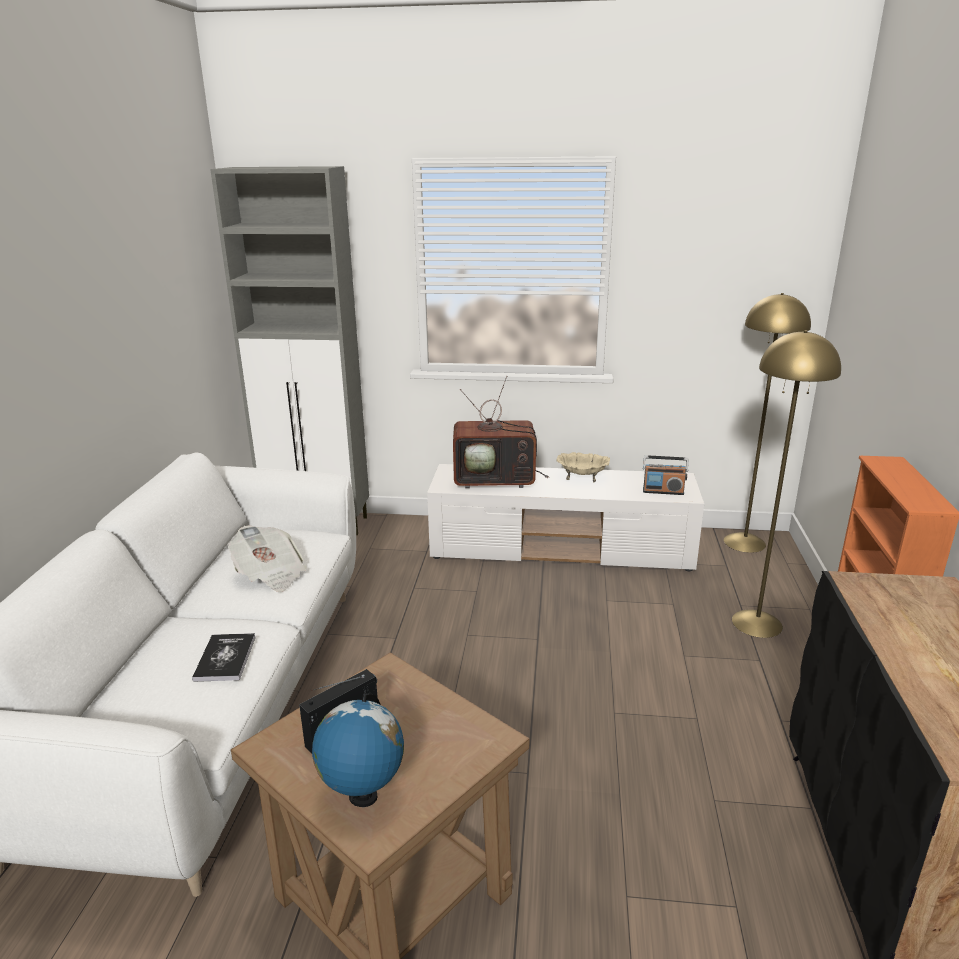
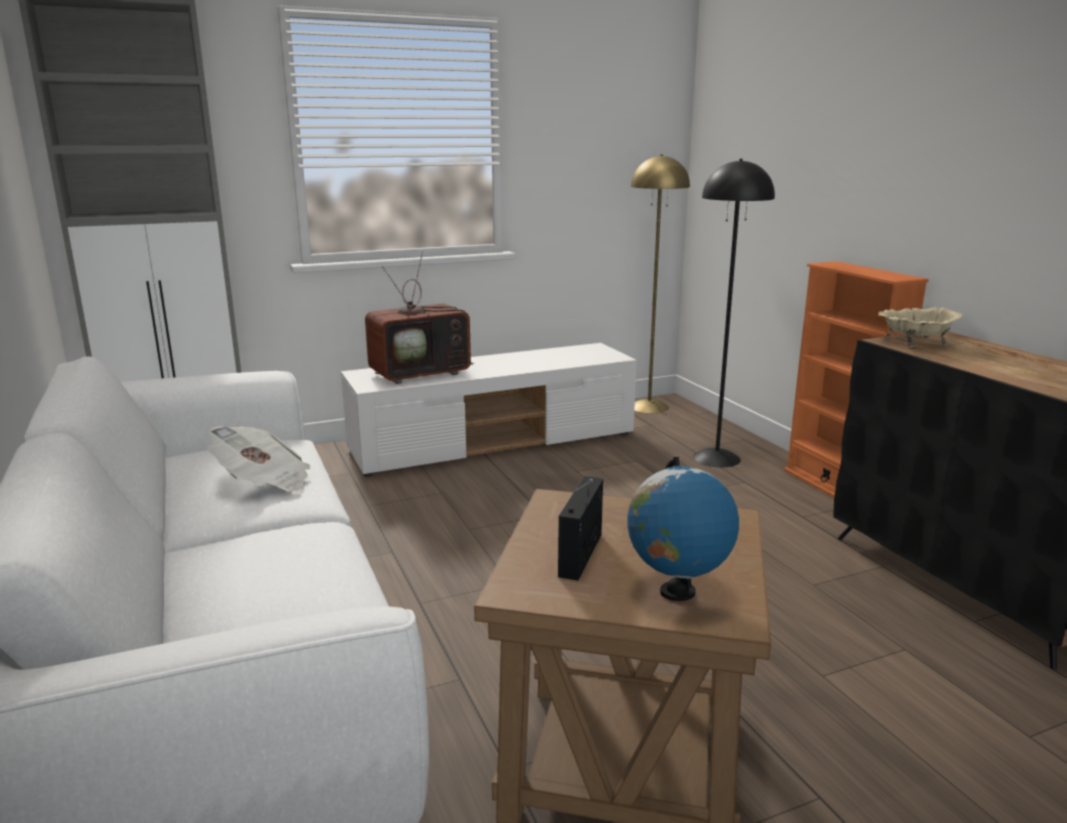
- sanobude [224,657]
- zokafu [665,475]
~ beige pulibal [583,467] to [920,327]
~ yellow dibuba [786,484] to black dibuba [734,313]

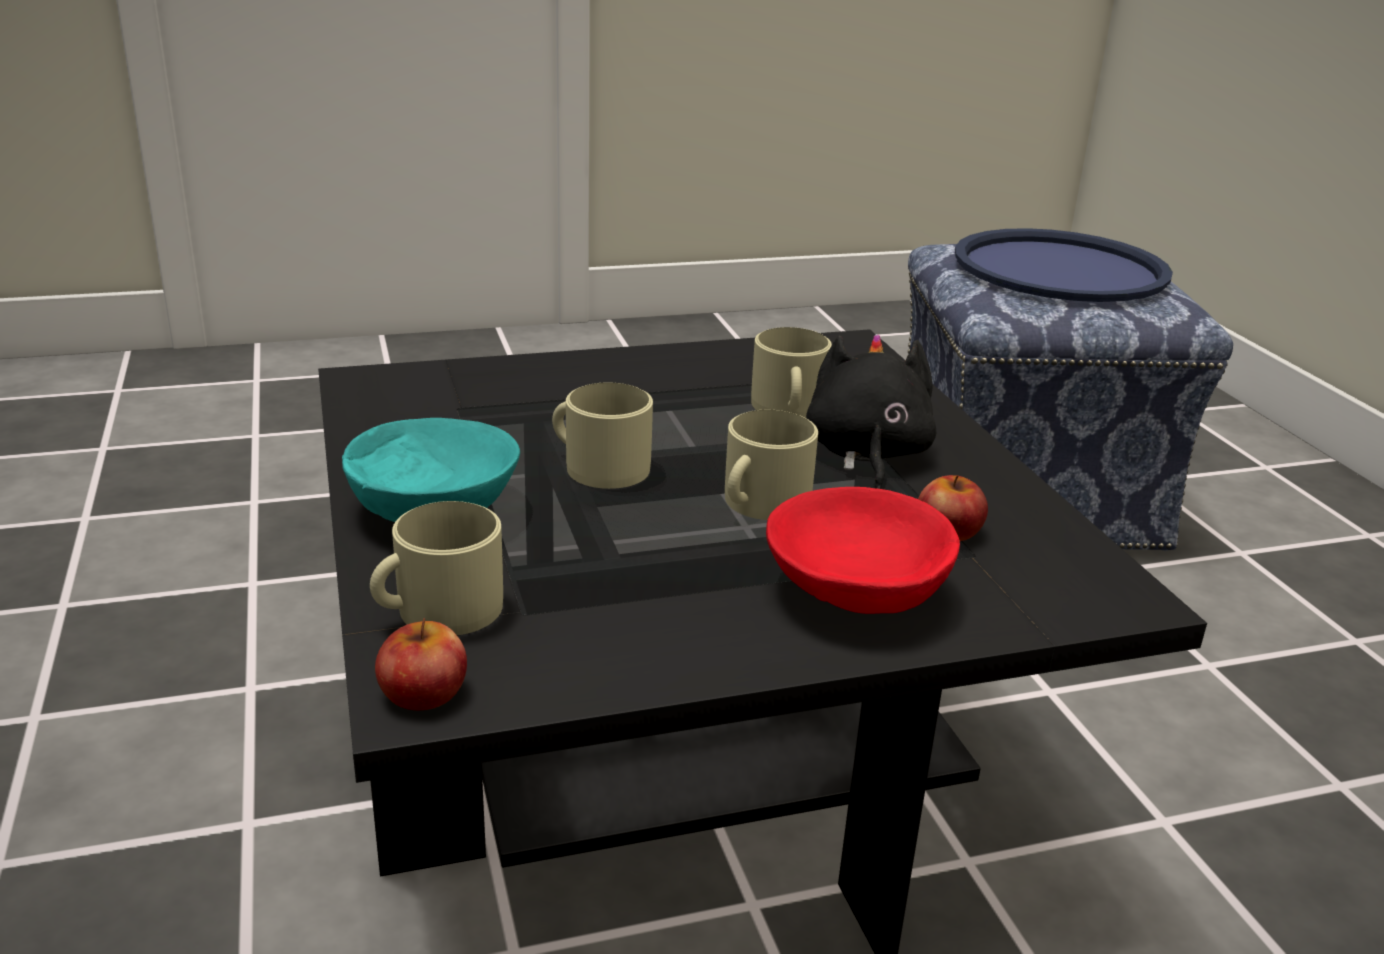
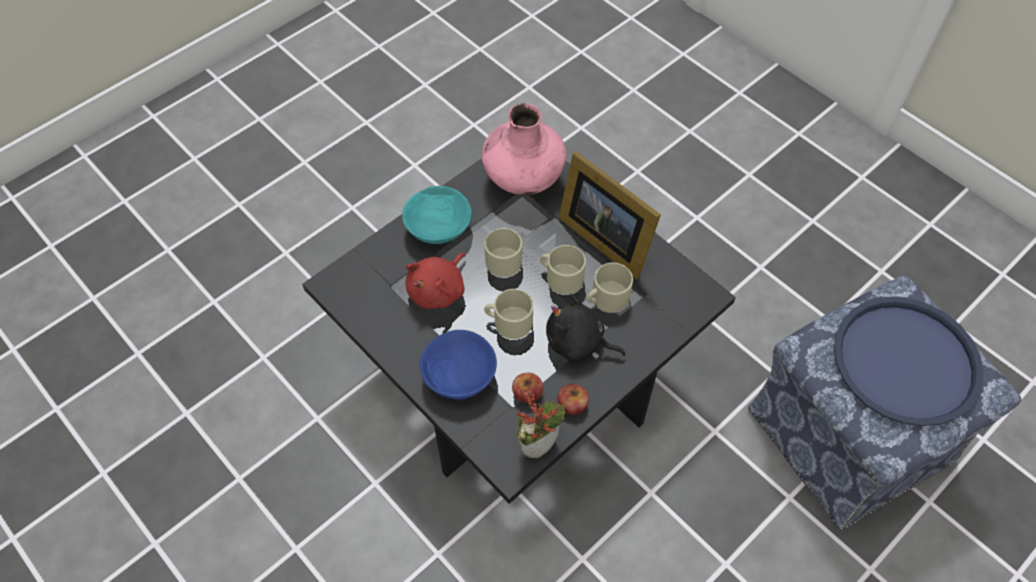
+ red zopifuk [435,281]
+ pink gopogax [524,149]
+ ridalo [541,423]
+ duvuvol [609,215]
~ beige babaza [436,568] to [563,269]
~ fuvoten [421,664] to [573,399]
~ red pulibal [863,550] to blue pulibal [458,365]
~ black zopifuk [871,411] = [586,328] 135 degrees counterclockwise

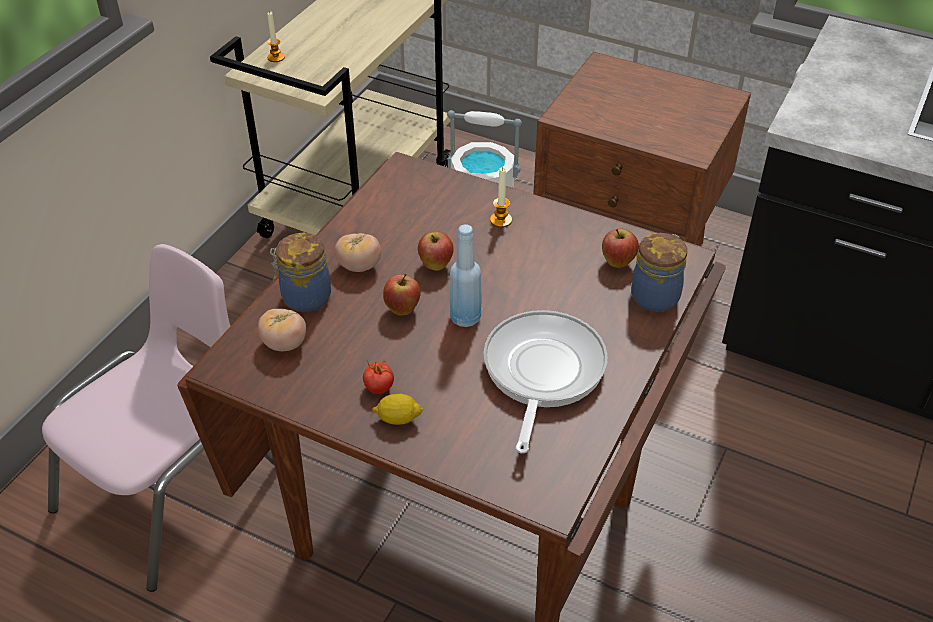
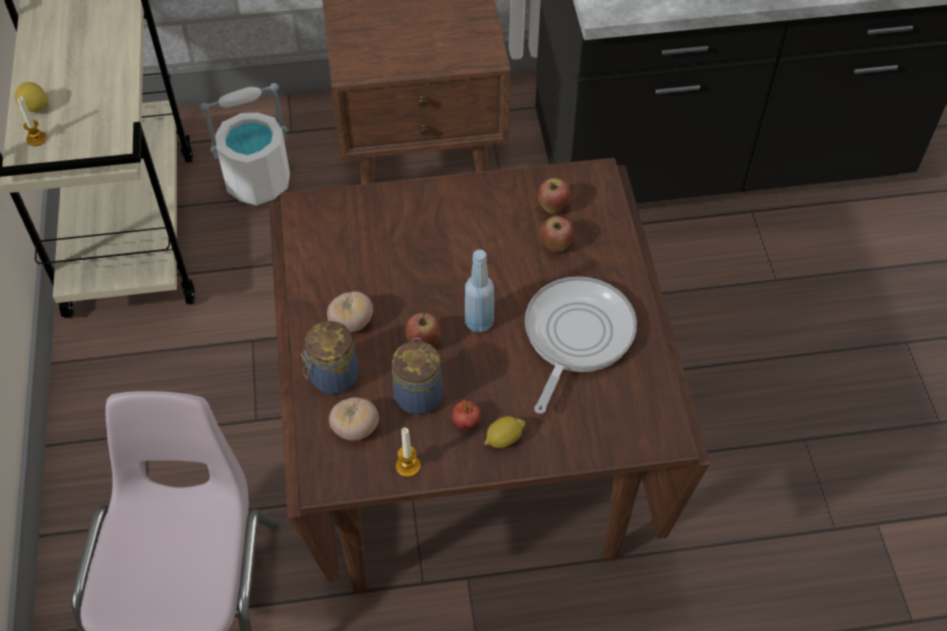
+ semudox [31,97]
~ fuvoten [436,251] to [556,234]
~ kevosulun [501,197] to [408,452]
~ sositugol [659,272] to [417,376]
~ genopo [545,382] = [581,345] 45 degrees clockwise

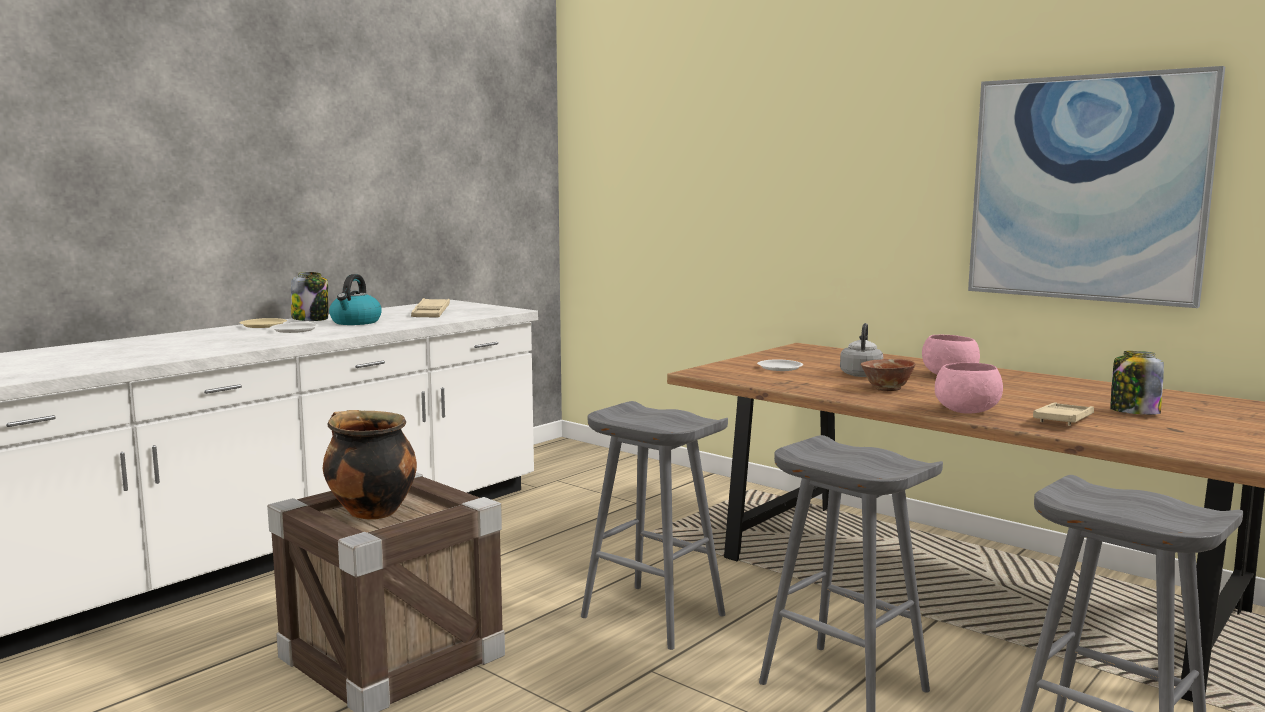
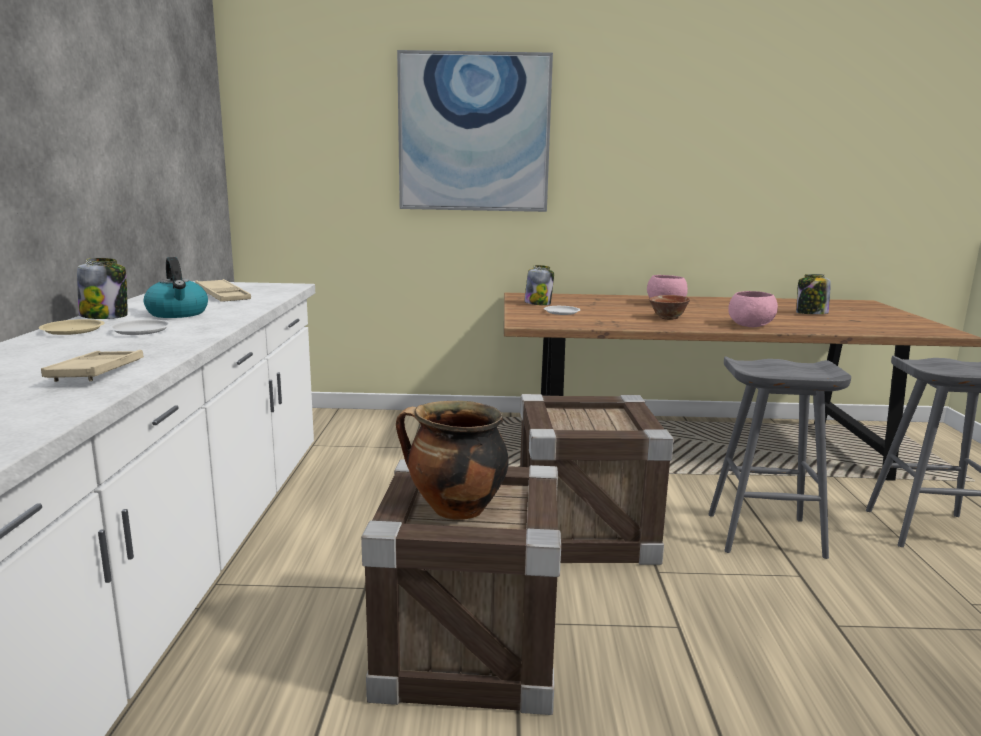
- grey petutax [861,350]
+ sositugol [539,285]
~ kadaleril [1096,187] to [475,131]
~ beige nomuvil [1063,414] to [92,366]
~ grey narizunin [654,525] to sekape [597,479]

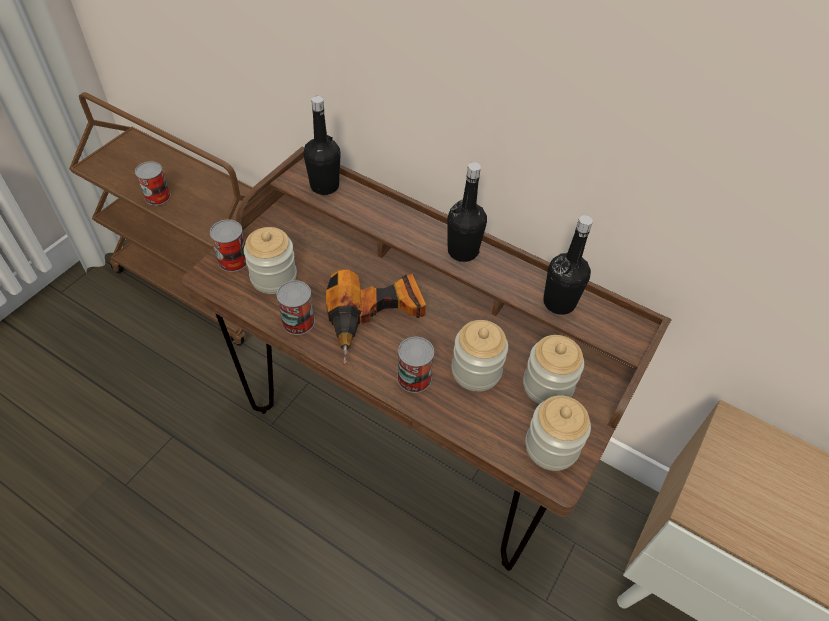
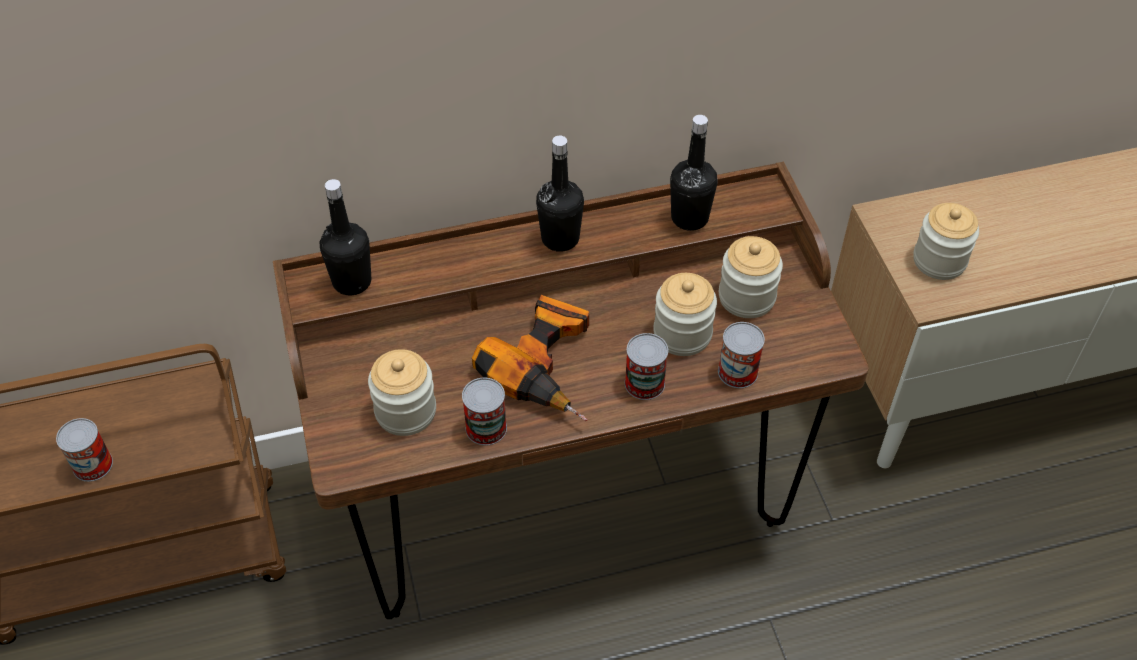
~ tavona [228,246] to [741,355]
~ sositugol [558,433] to [946,241]

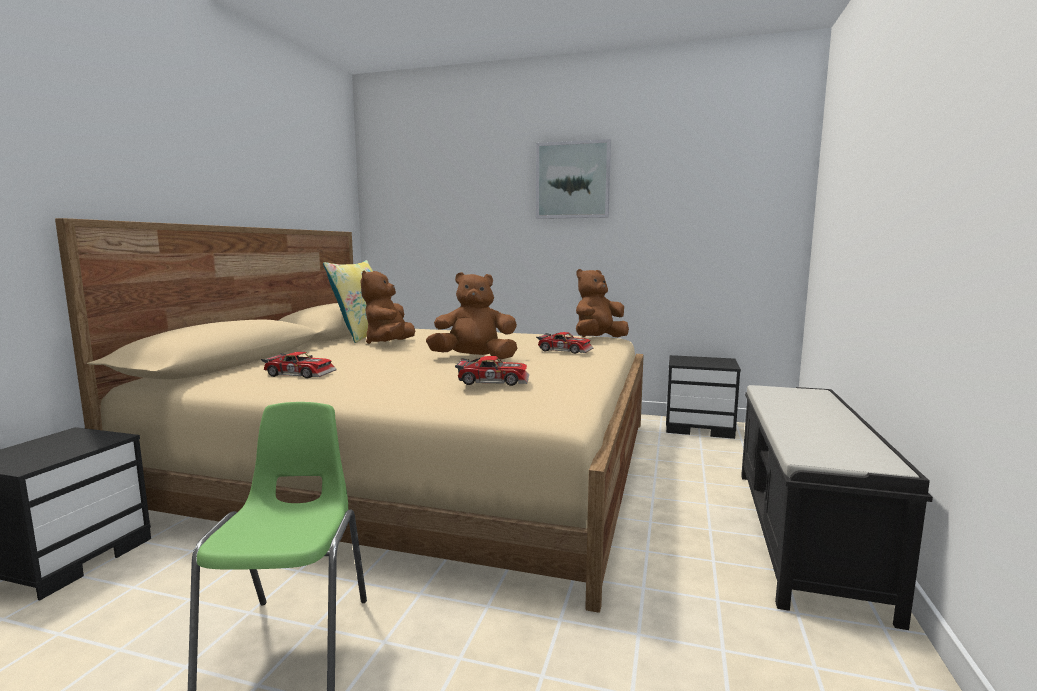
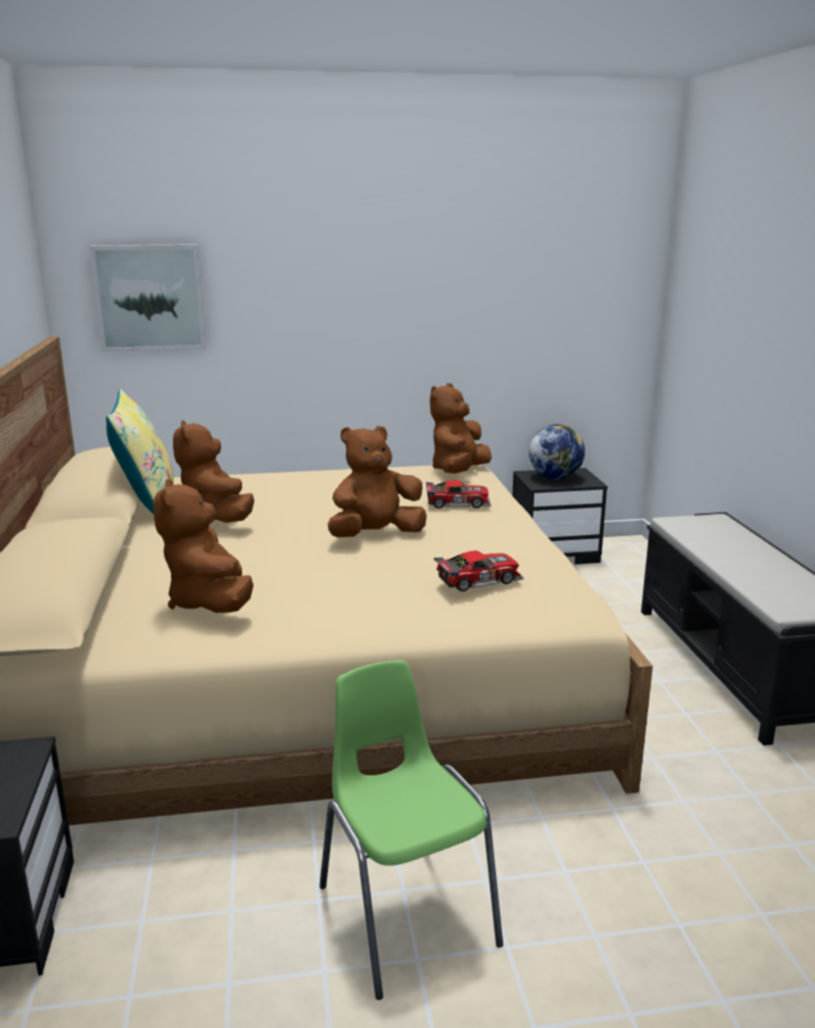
+ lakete [557,451]
~ kadaleril [573,179] to [147,298]
~ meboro [299,365] to brown zopifuk [203,546]

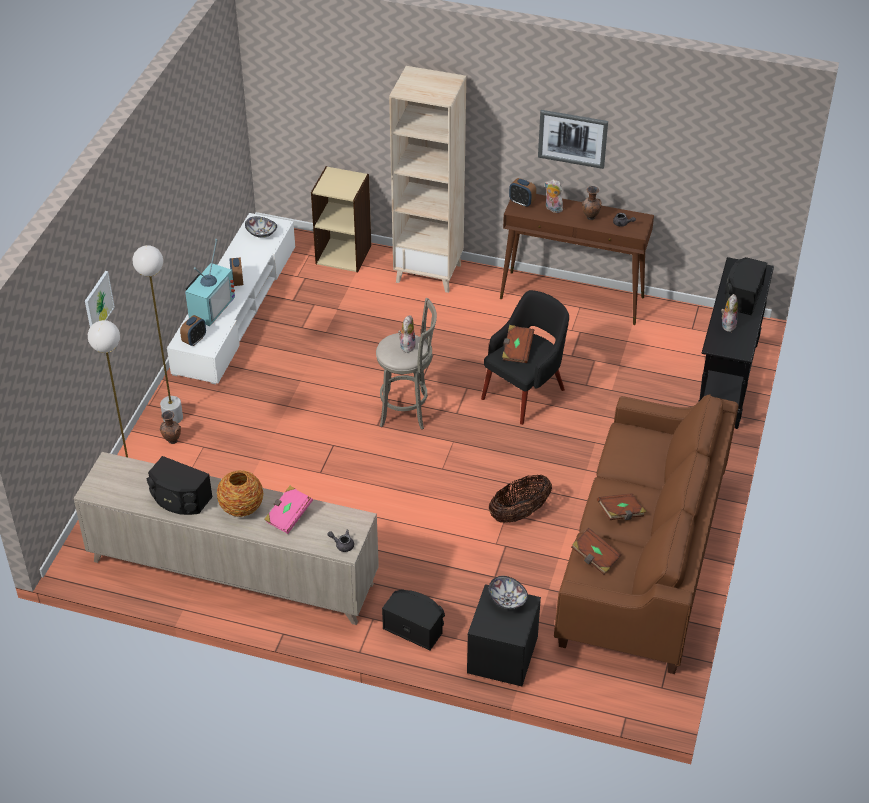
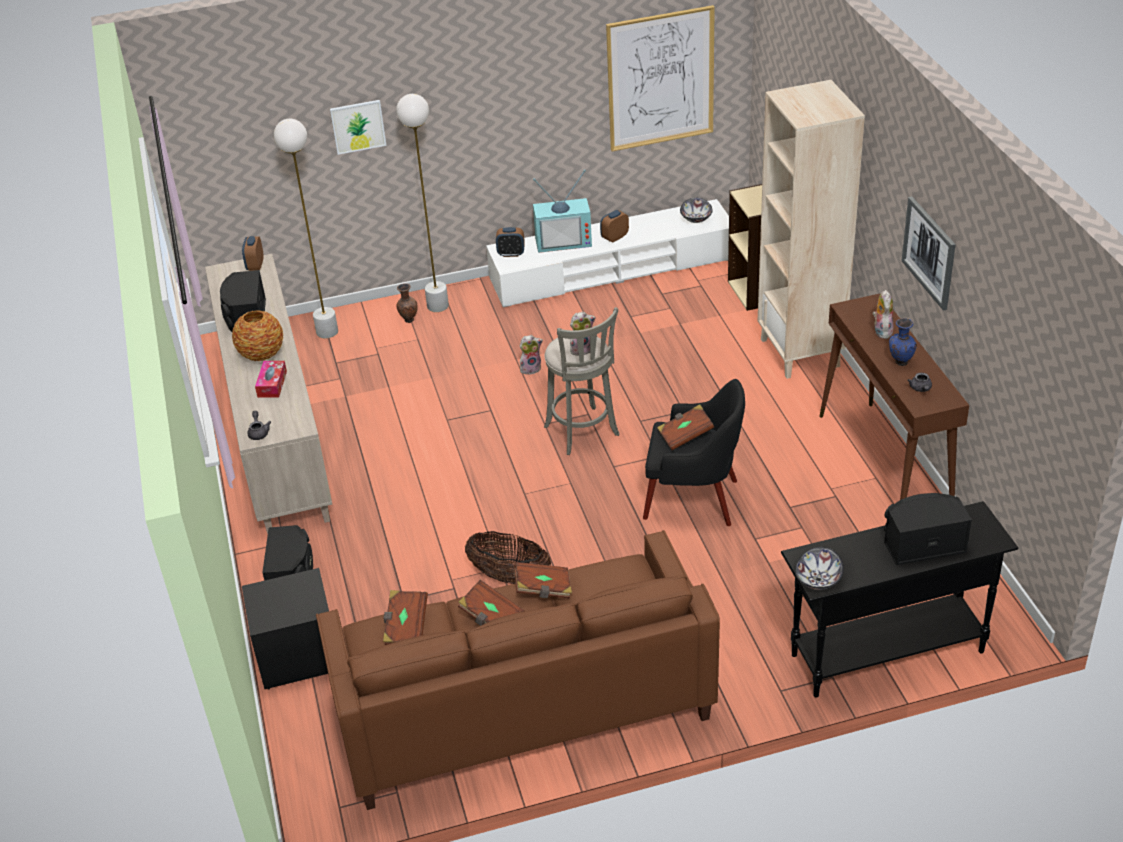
+ brown sanobude [543,580]
+ kadaleril [660,78]
~ pulibal [508,592] to [819,568]
~ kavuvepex [522,192] to [253,253]
~ zopifuk [729,313] to [531,354]
~ pink sanobude [288,510] to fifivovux [271,379]
~ brown gopogax [592,203] to blue gopogax [903,342]

